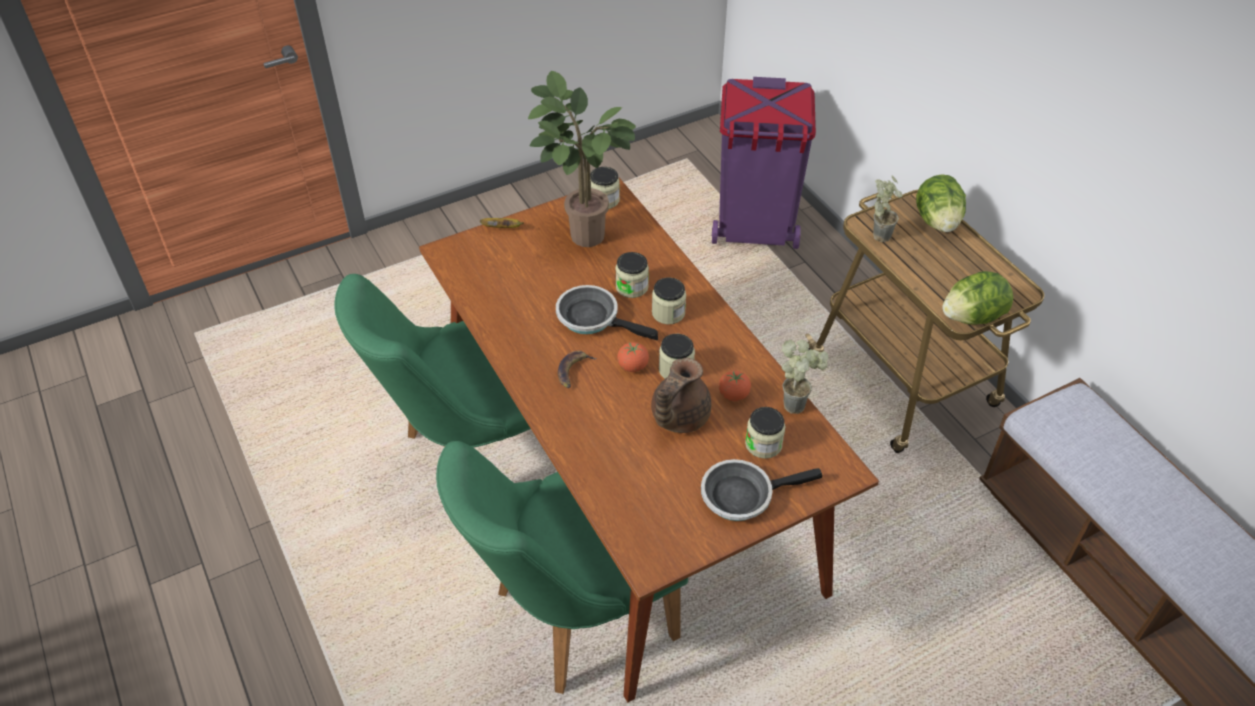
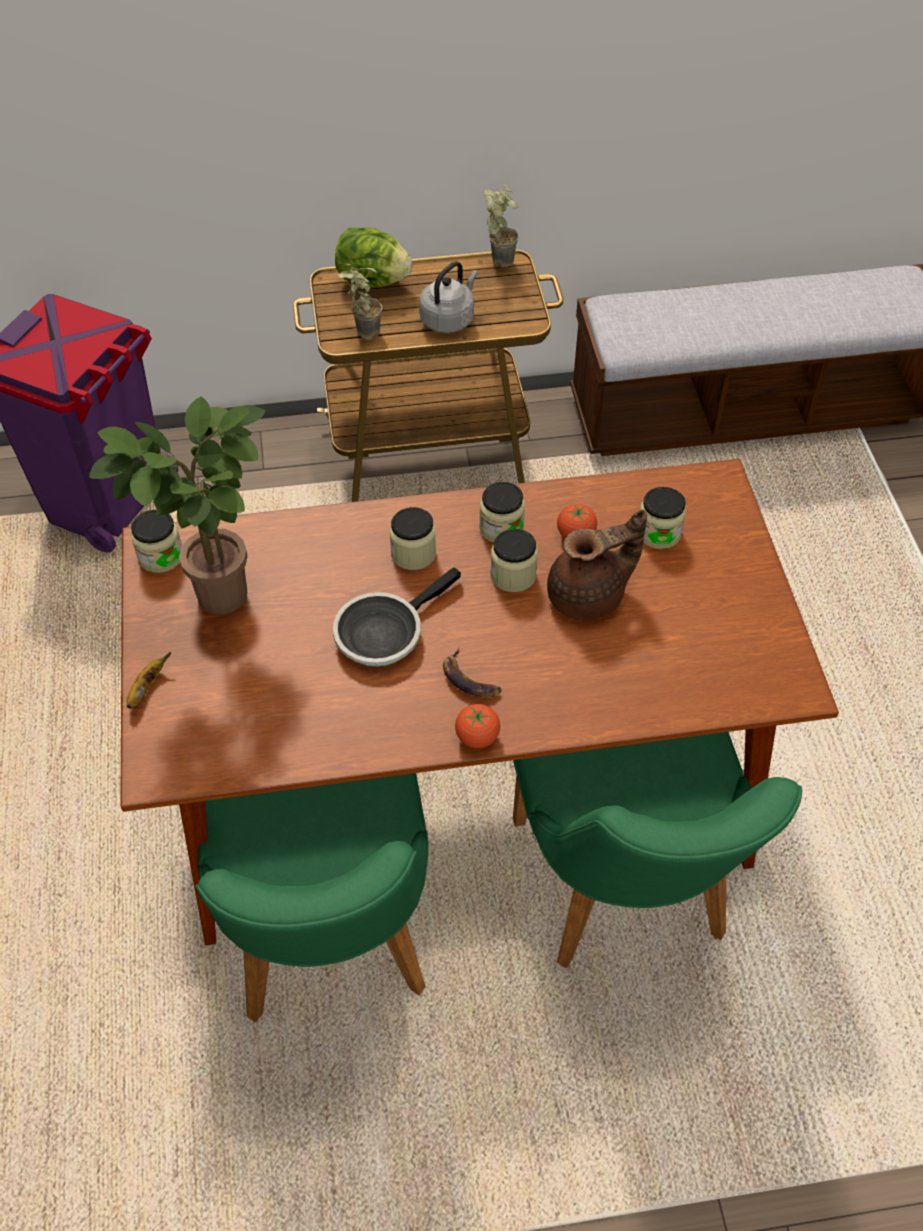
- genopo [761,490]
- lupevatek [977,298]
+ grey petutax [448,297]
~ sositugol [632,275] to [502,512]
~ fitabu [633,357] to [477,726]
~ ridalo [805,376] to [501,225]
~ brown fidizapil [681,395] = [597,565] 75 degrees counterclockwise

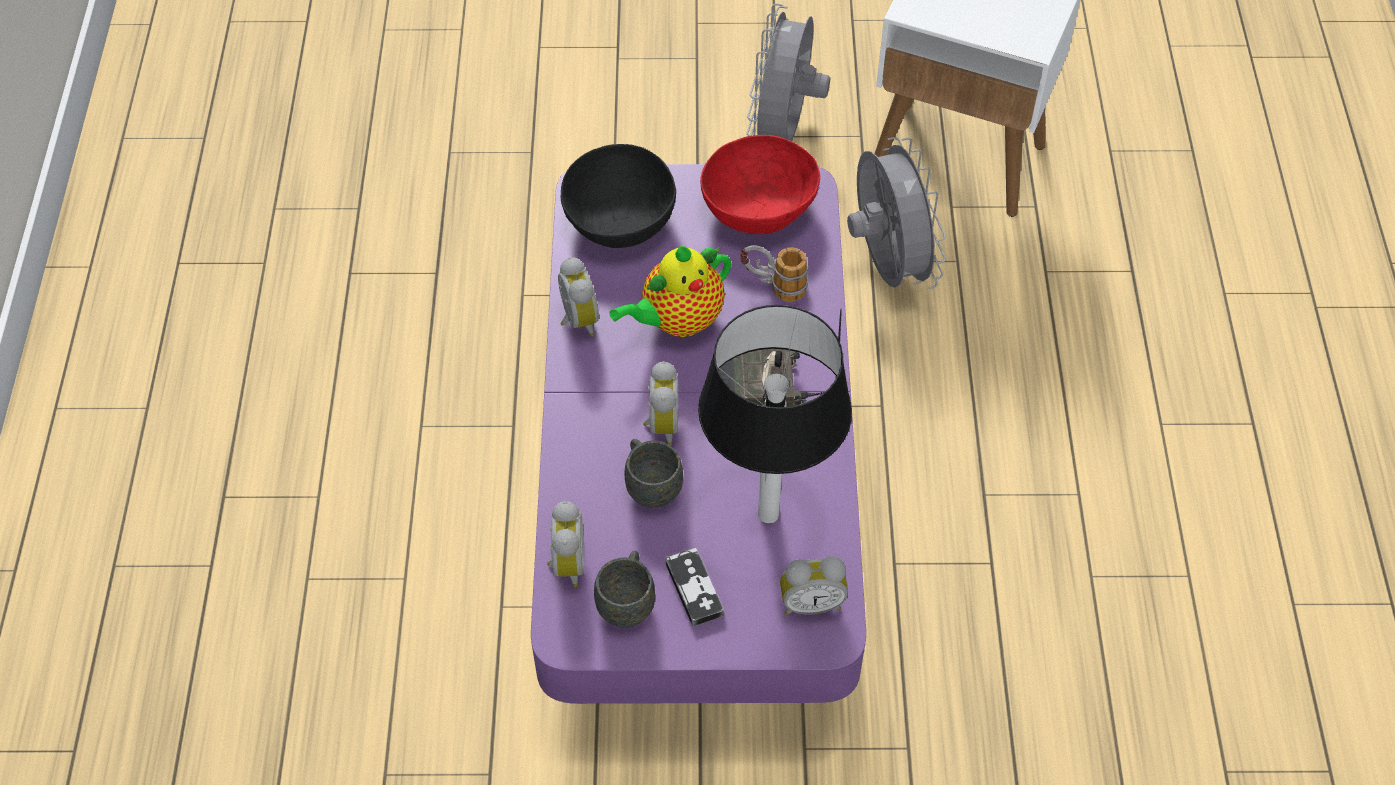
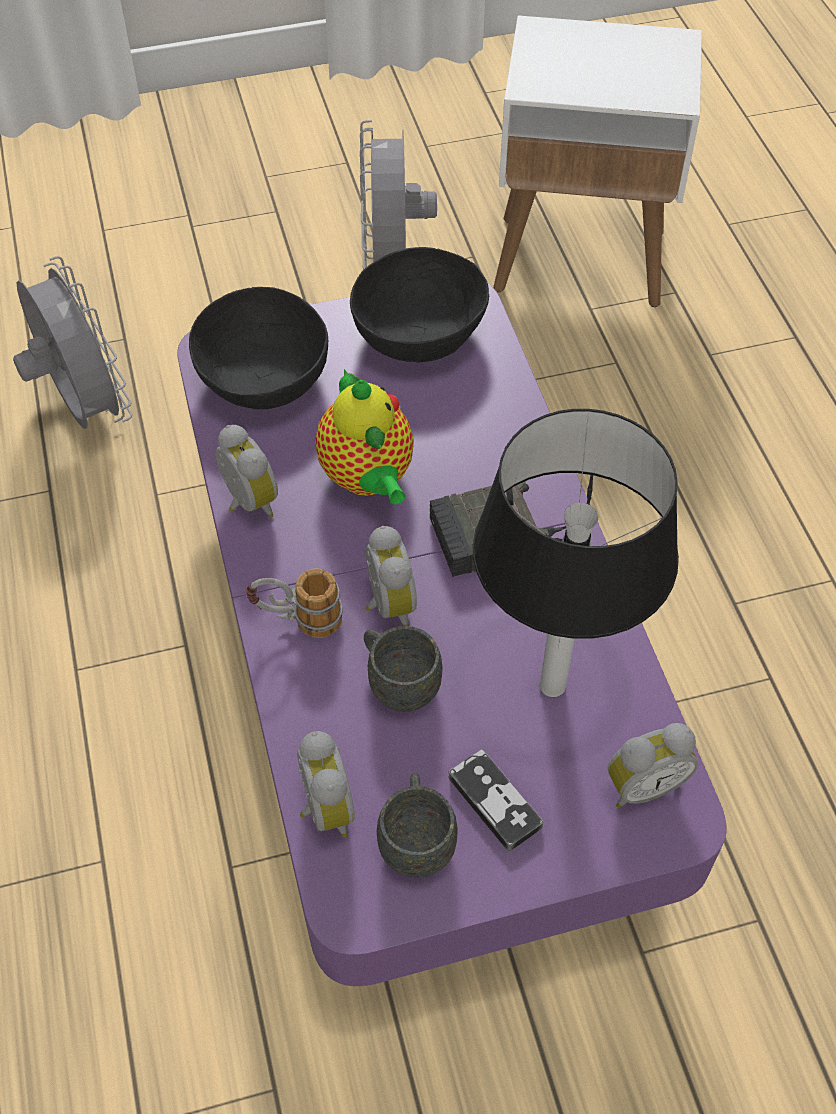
~ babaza [774,273] to [294,603]
~ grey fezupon [896,213] to [72,342]
~ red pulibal [760,184] to black pulibal [419,304]
~ fidizapil [670,291] = [364,437] 60 degrees counterclockwise

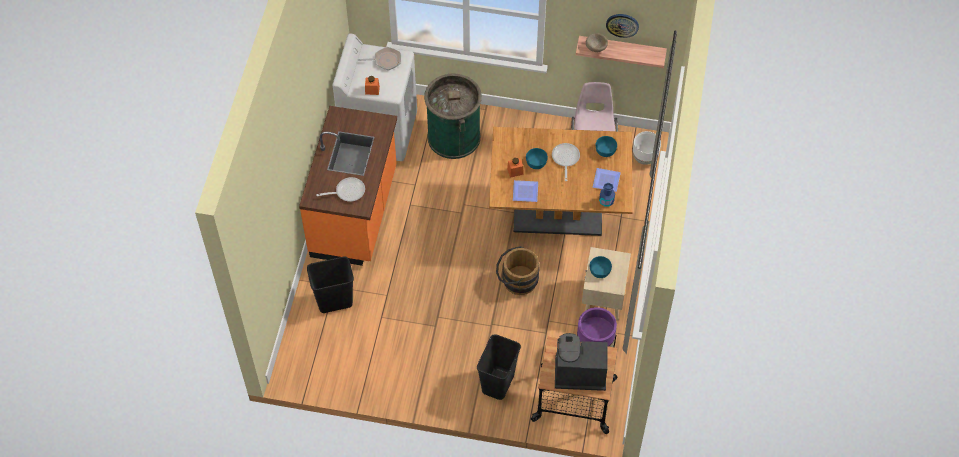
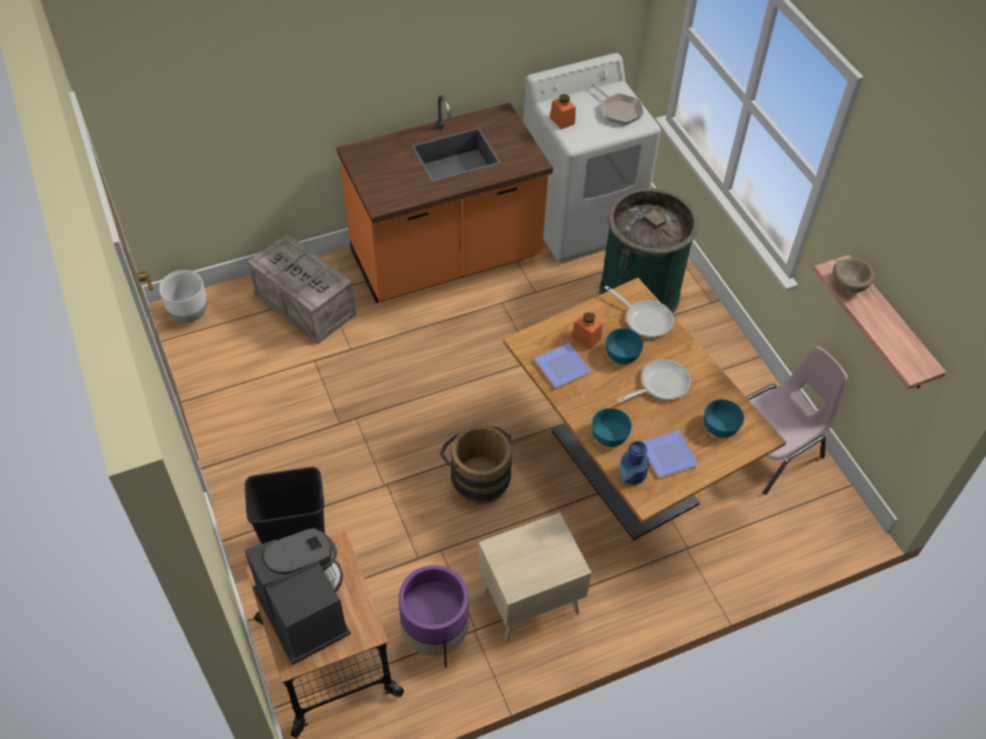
- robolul [622,26]
~ genopo [340,189] to [639,312]
~ turquoise pulibal [601,267] to [612,427]
~ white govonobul [647,148] to [183,296]
~ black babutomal [330,285] to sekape [301,289]

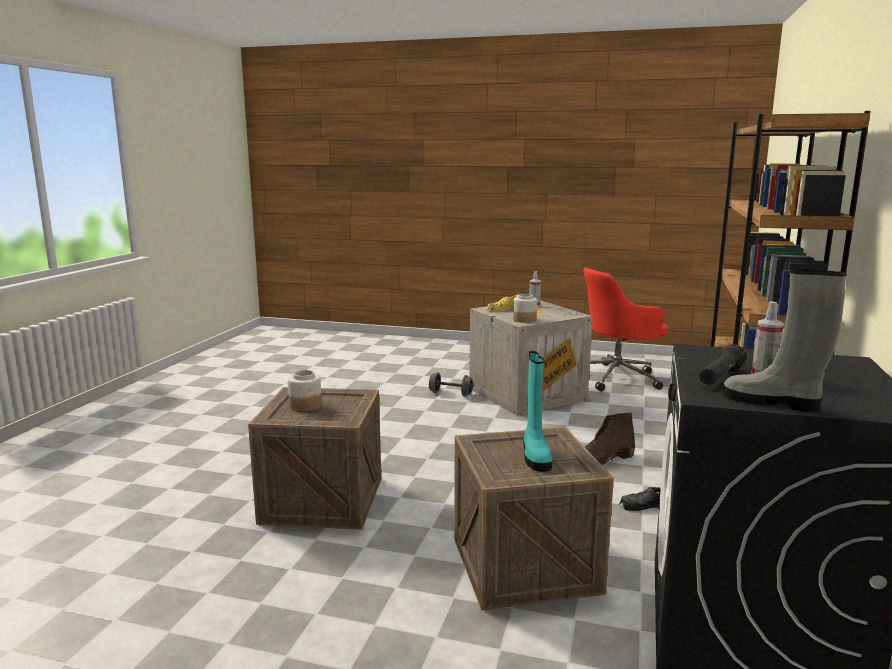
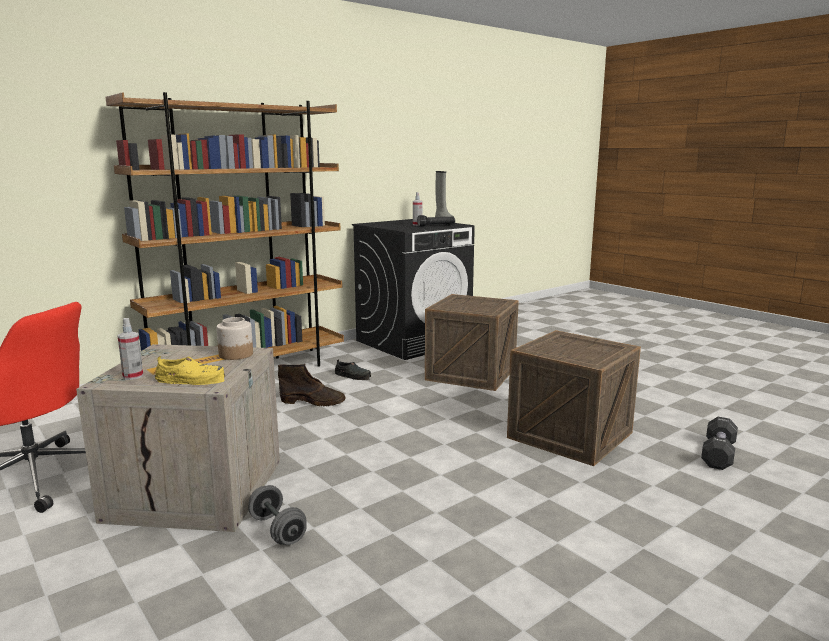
- sositugol [305,391]
- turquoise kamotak [537,411]
+ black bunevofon [719,443]

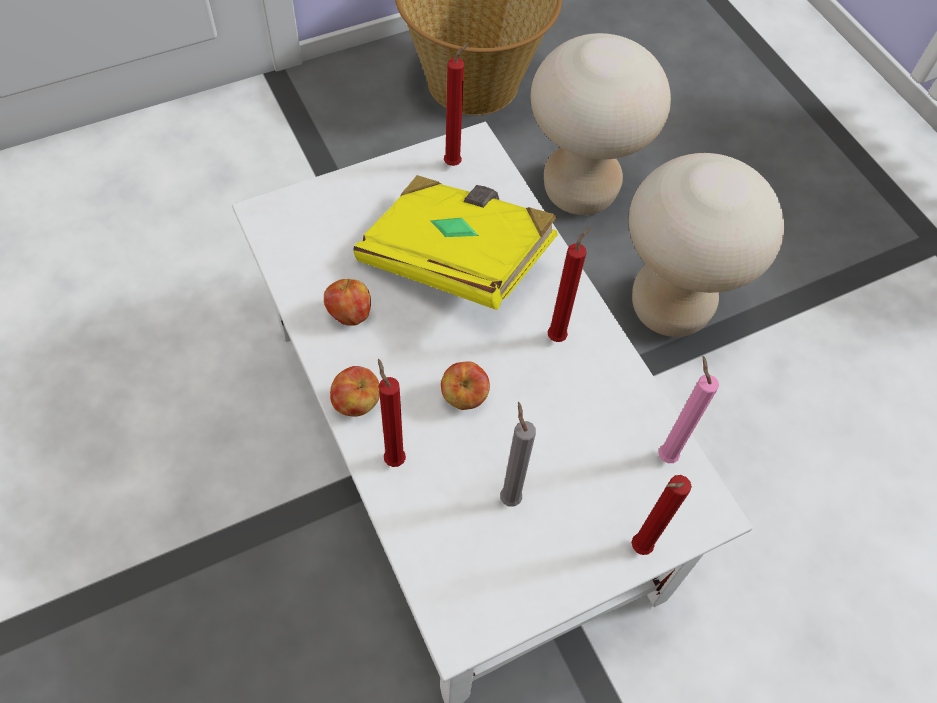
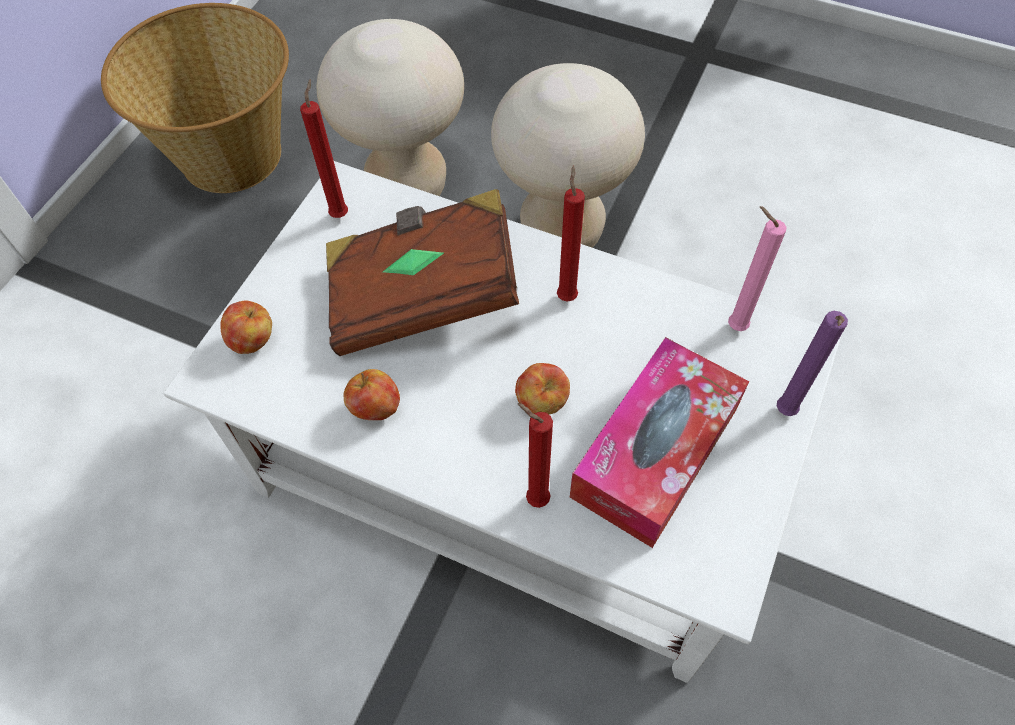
~ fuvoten [355,391] to [246,327]
~ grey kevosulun [518,454] to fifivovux [659,442]
~ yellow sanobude [455,242] to brown sanobude [422,272]
~ red kevosulun [662,515] to purple kevosulun [812,363]

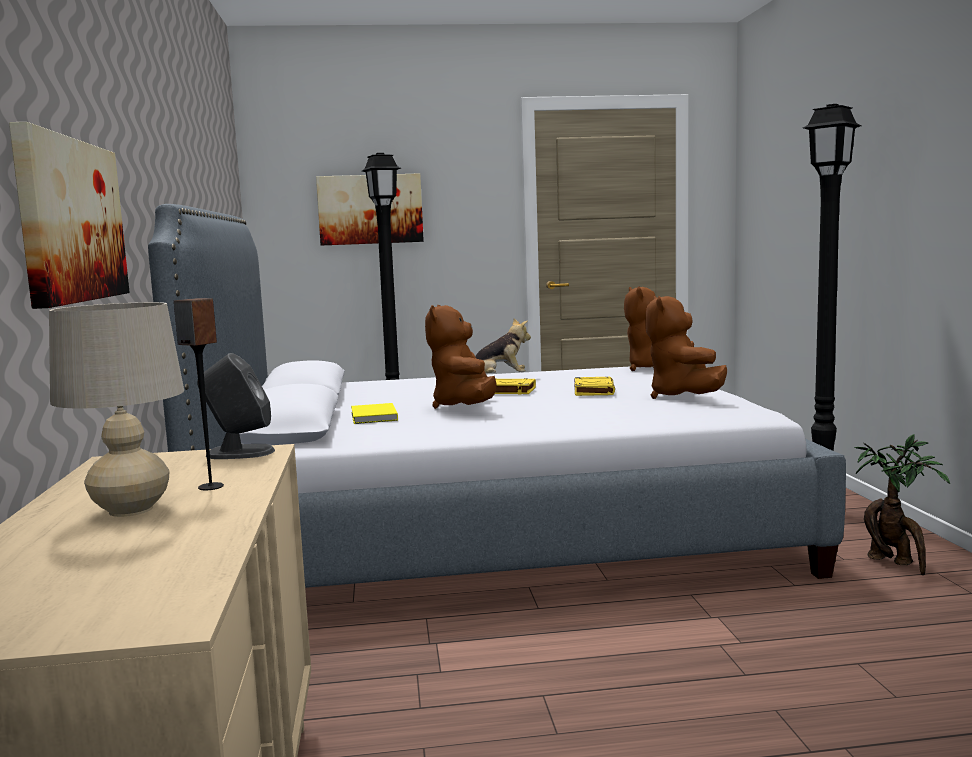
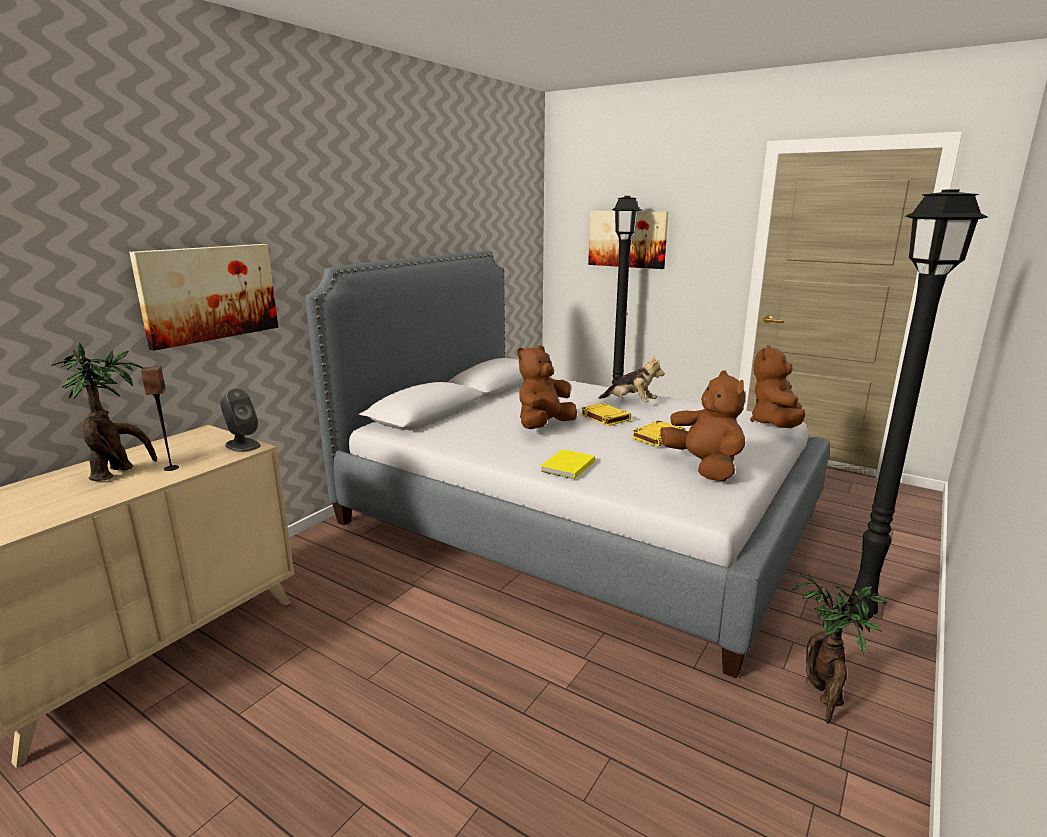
~ yellow sanobude [374,413] to [567,464]
~ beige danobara [116,409] to ridalo [104,411]
~ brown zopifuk [686,347] = [702,426] 120 degrees clockwise

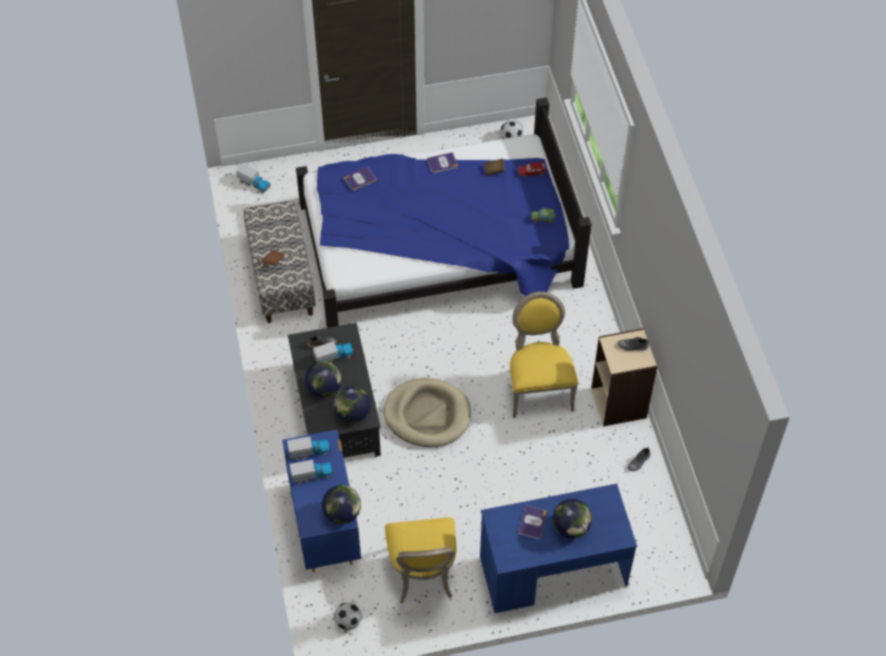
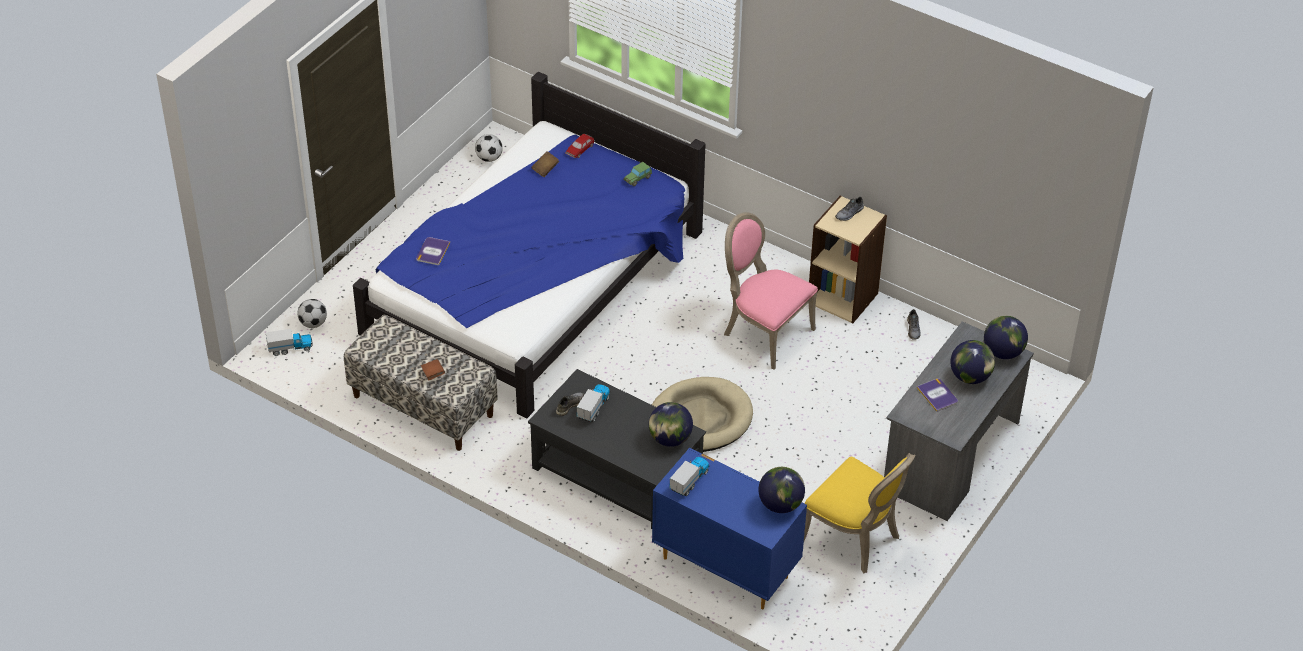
- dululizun [311,472]
- sanobude [442,162]
~ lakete [323,379] to [1006,337]
~ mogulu [348,616] to [312,313]
~ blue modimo [558,548] to grey modimo [959,421]
~ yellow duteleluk [544,355] to pink duteleluk [771,291]

